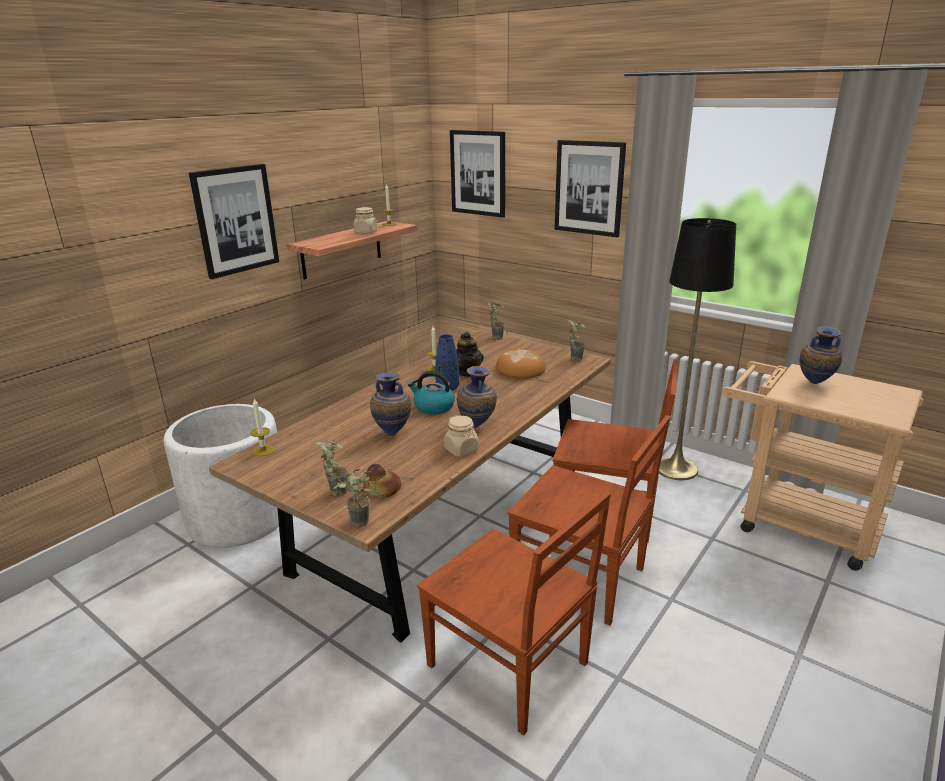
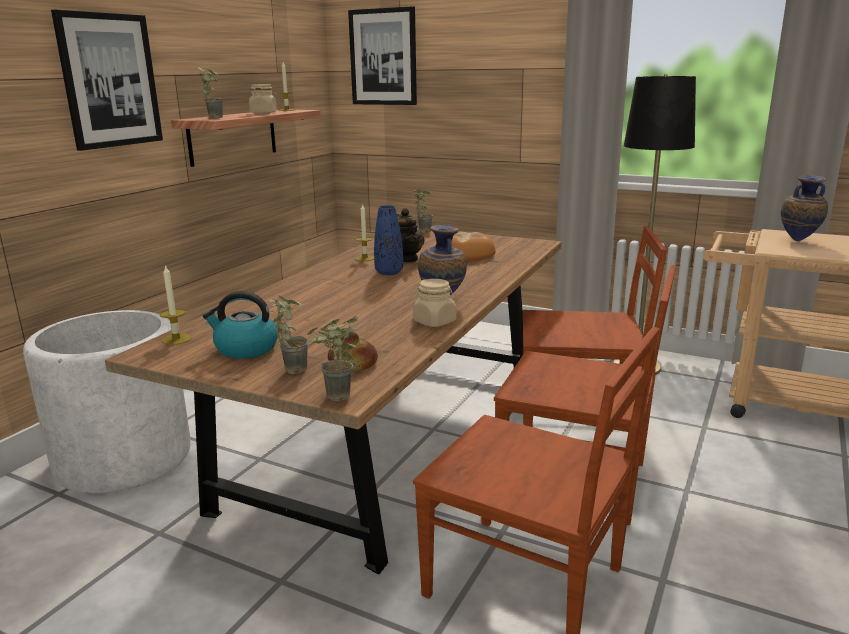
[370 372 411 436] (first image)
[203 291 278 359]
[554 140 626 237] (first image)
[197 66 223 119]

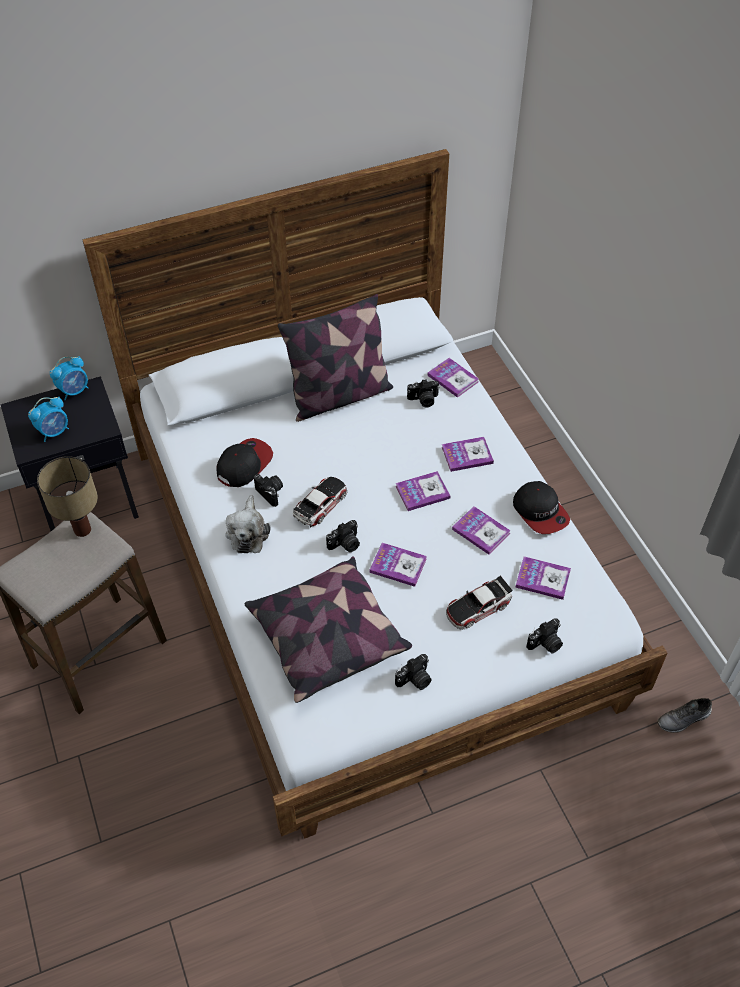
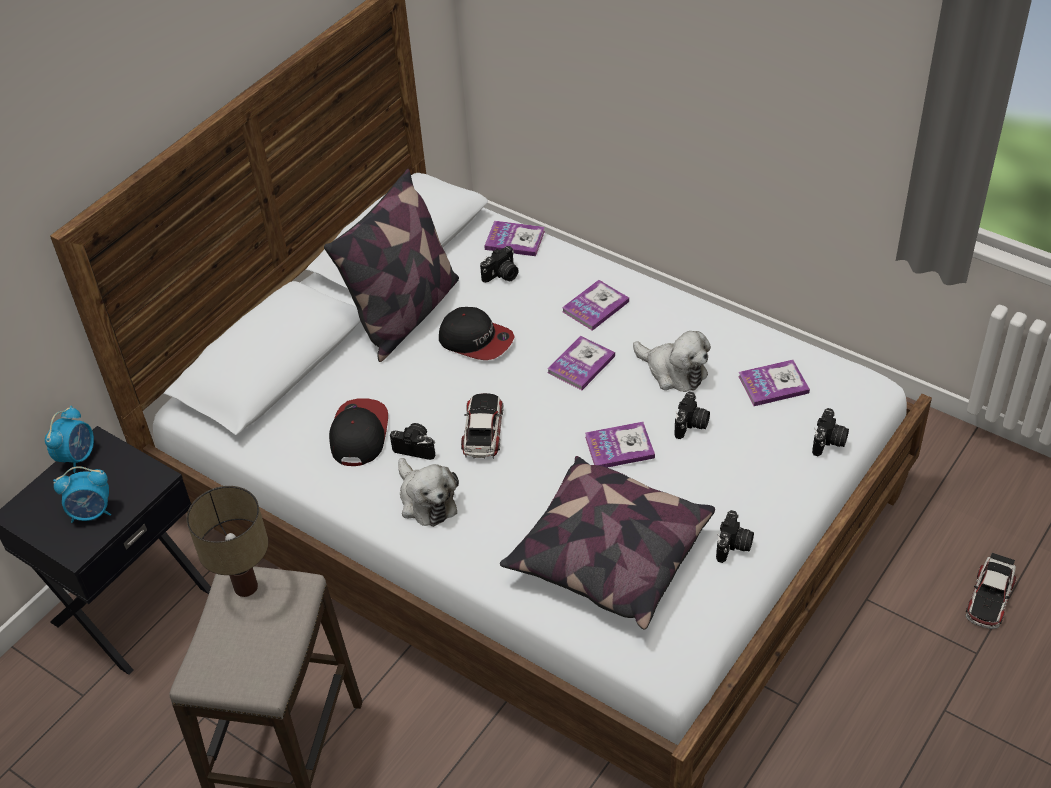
[53 466 111 523]
[674 391 710 439]
[965 553 1016 629]
[633 331 711 392]
[439 307 515 360]
[657 698 712 733] (first image)

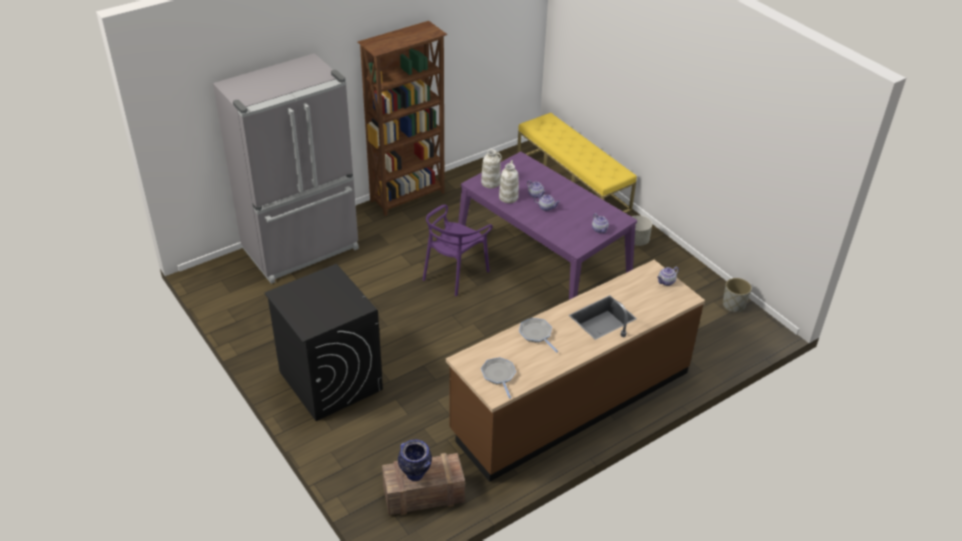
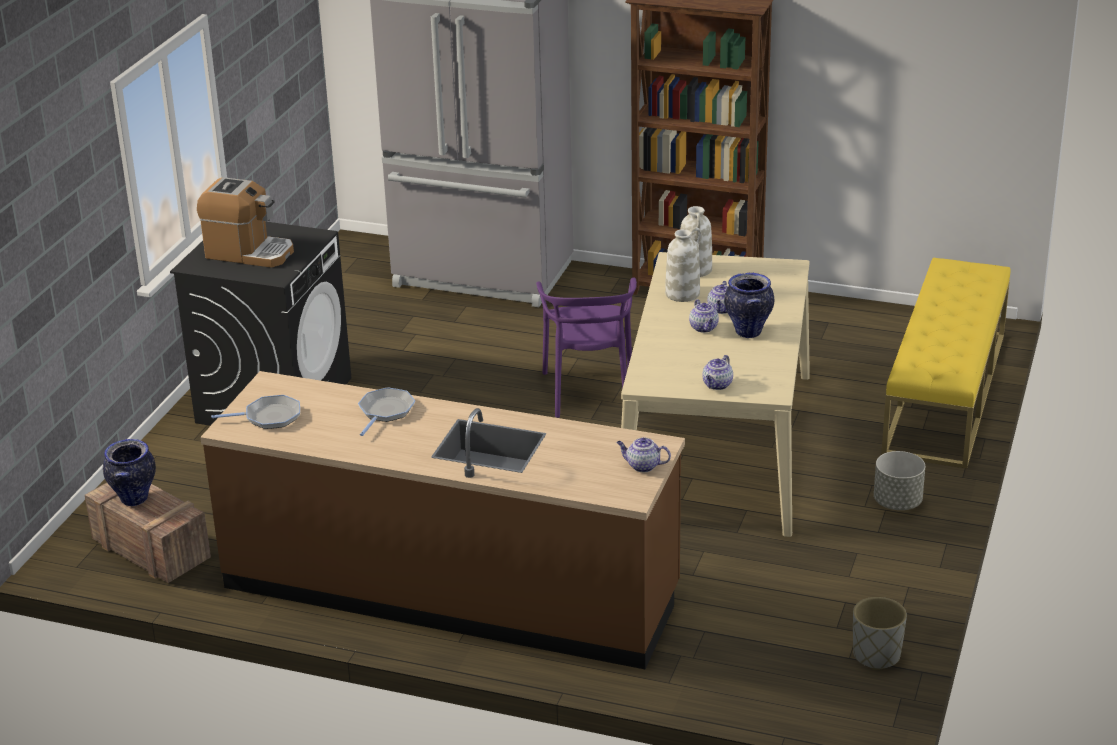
[536 278 637 418]
[621 252 810 537]
[211 395 300 429]
[197 177 294 268]
[724 273 774 338]

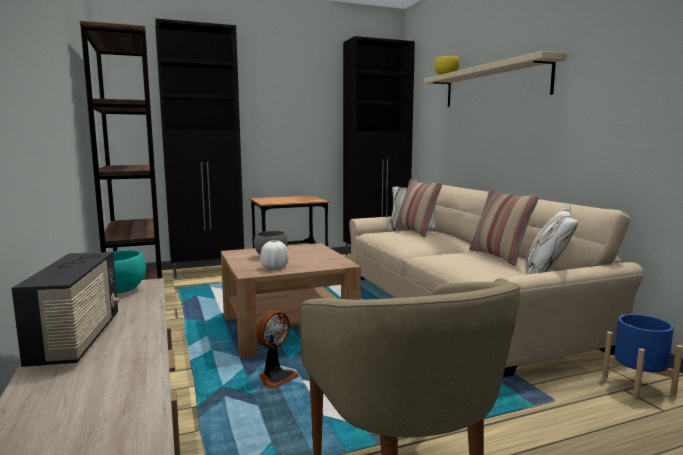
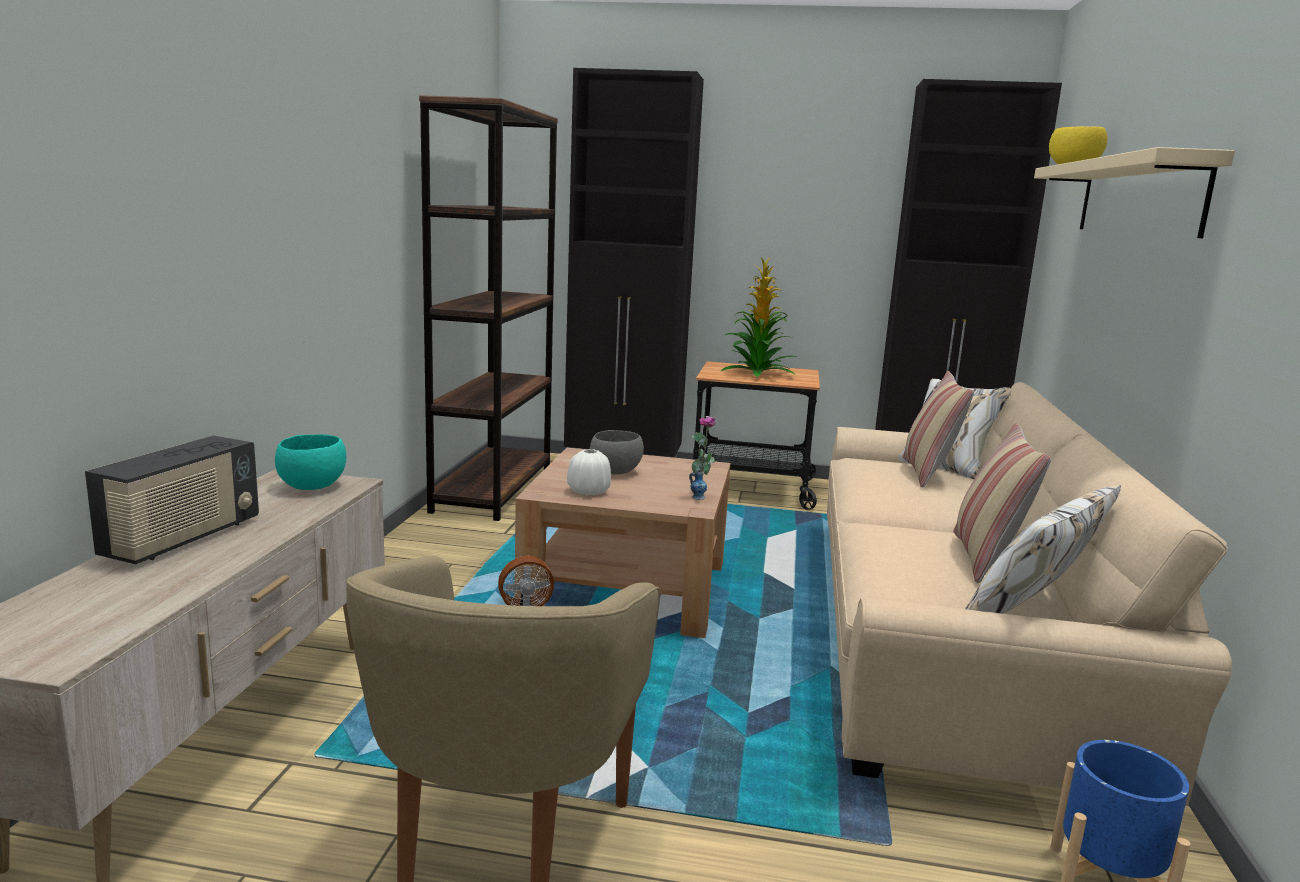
[689 416 716 500]
[721 258 797 377]

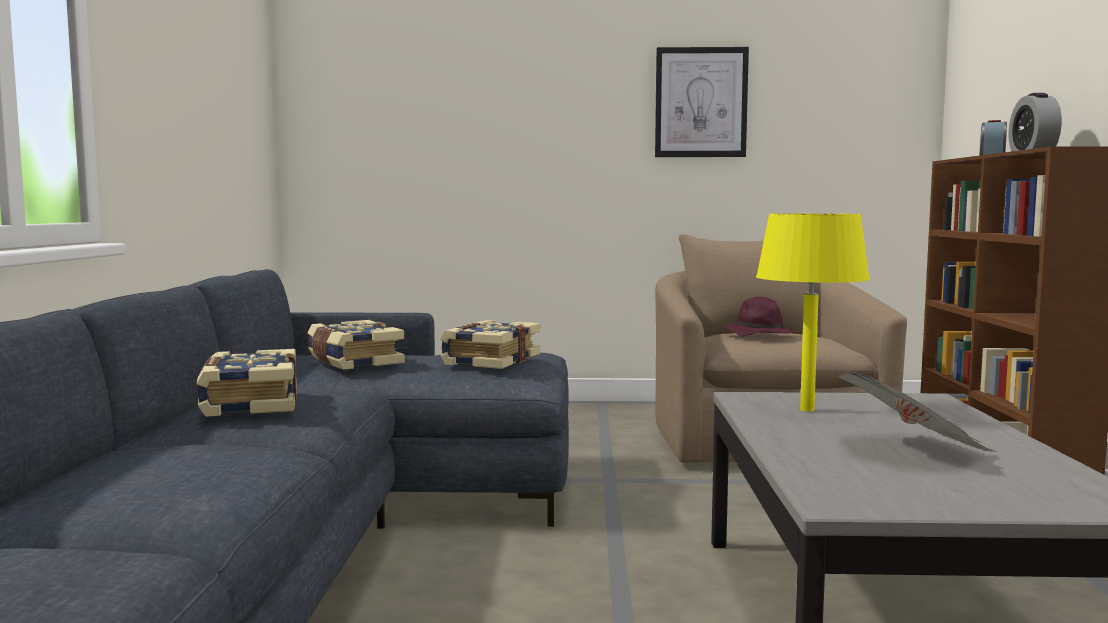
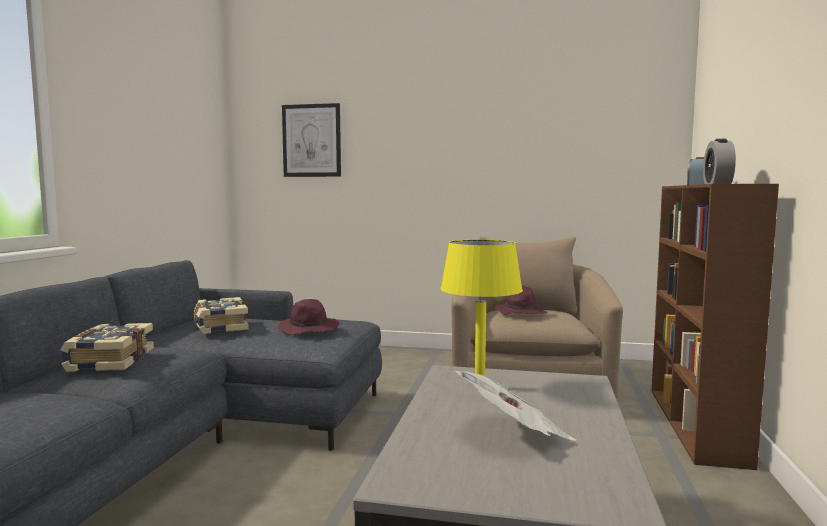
[278 299 339 335]
[282 103 341 177]

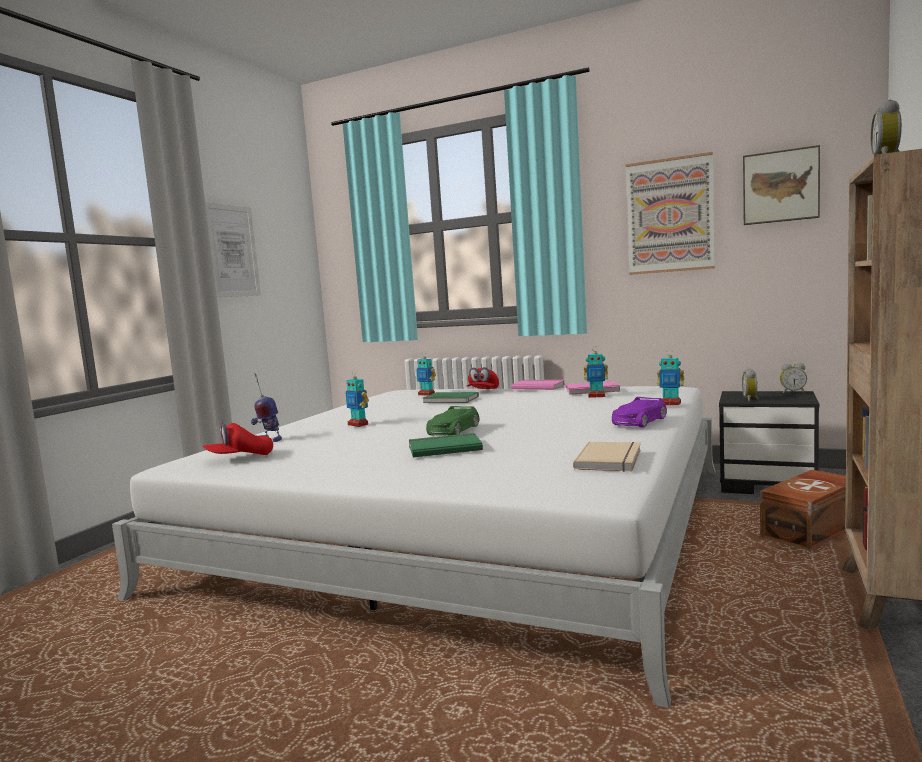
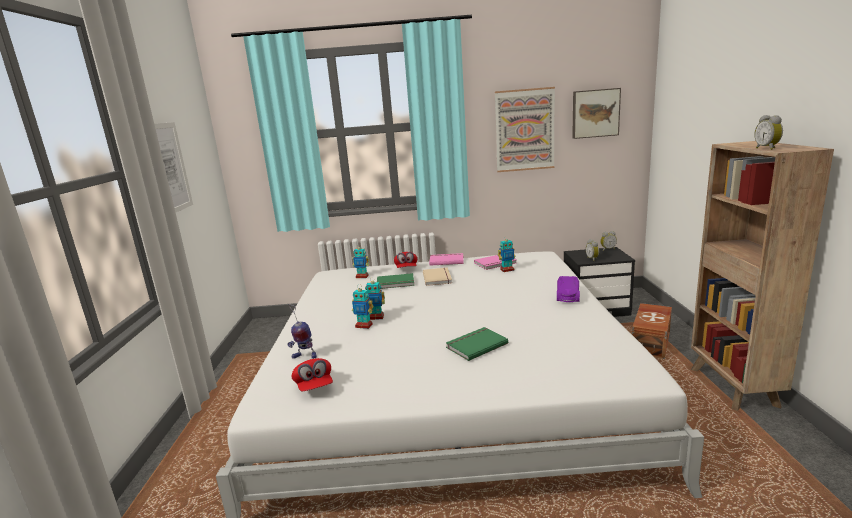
[291 358 333 391]
[426 406 479 436] (first image)
[423 267 452 286]
[365 277 385 320]

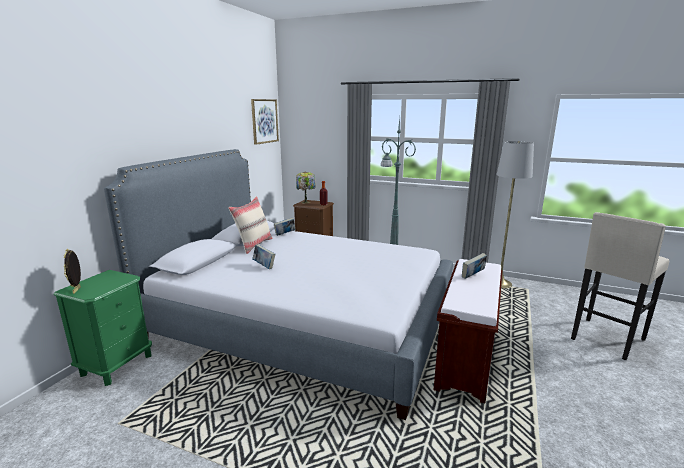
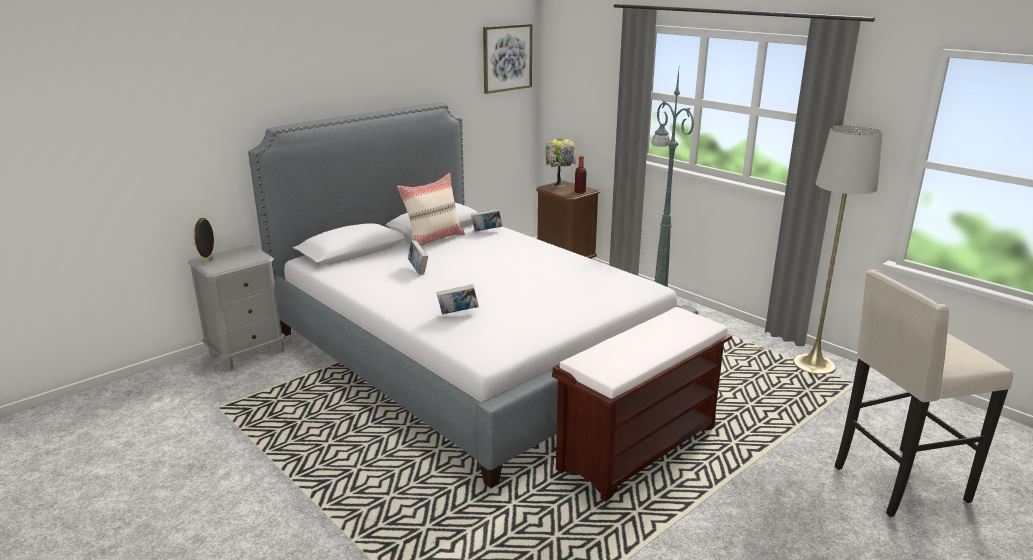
[188 245 285 371]
[437 284 479 315]

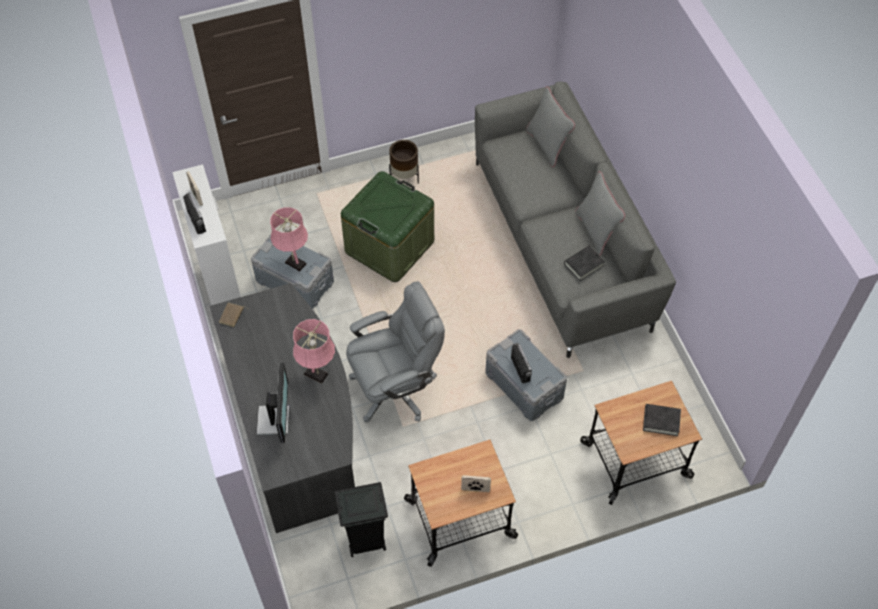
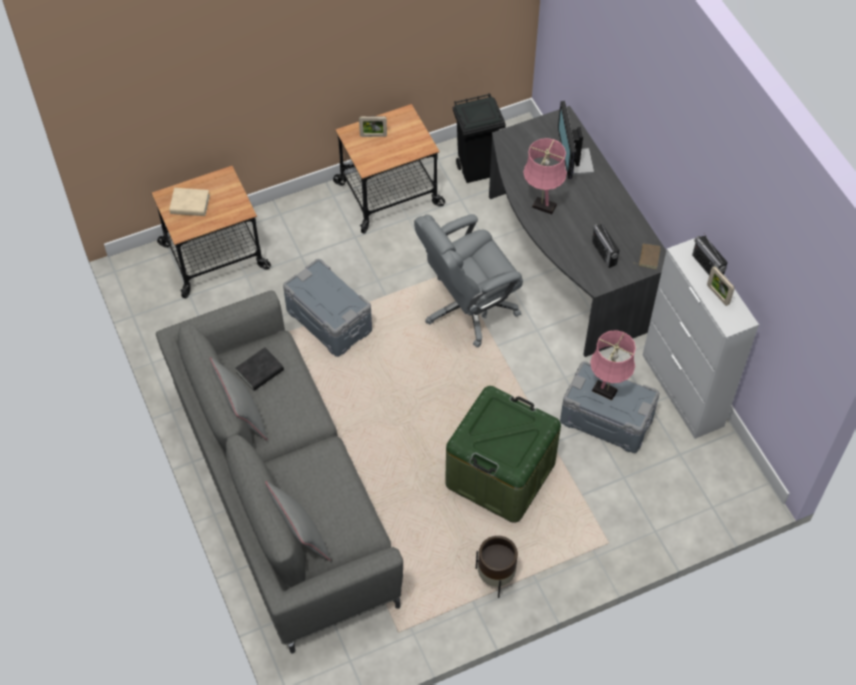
[592 221 619 268]
[169 188 210 216]

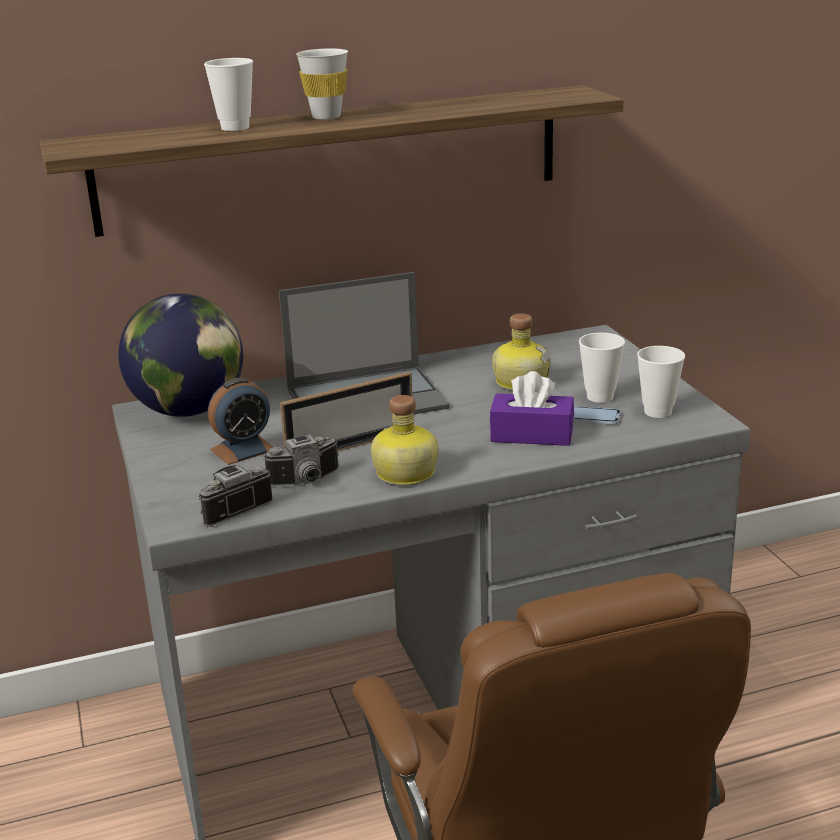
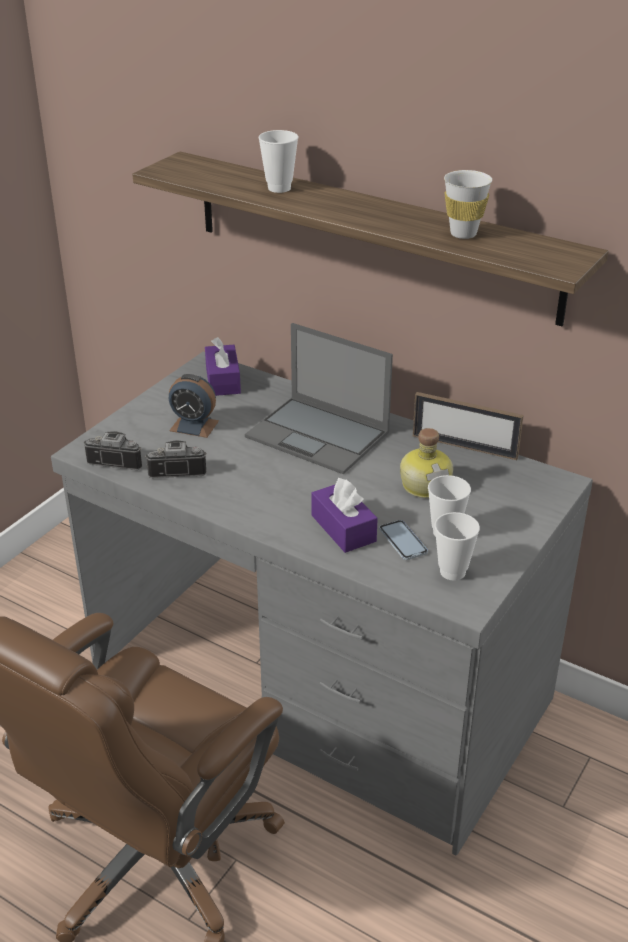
[205 337 241 396]
[145 441 207 479]
[413 392 524 460]
[444 170 492 239]
[371 395 438 486] (first image)

